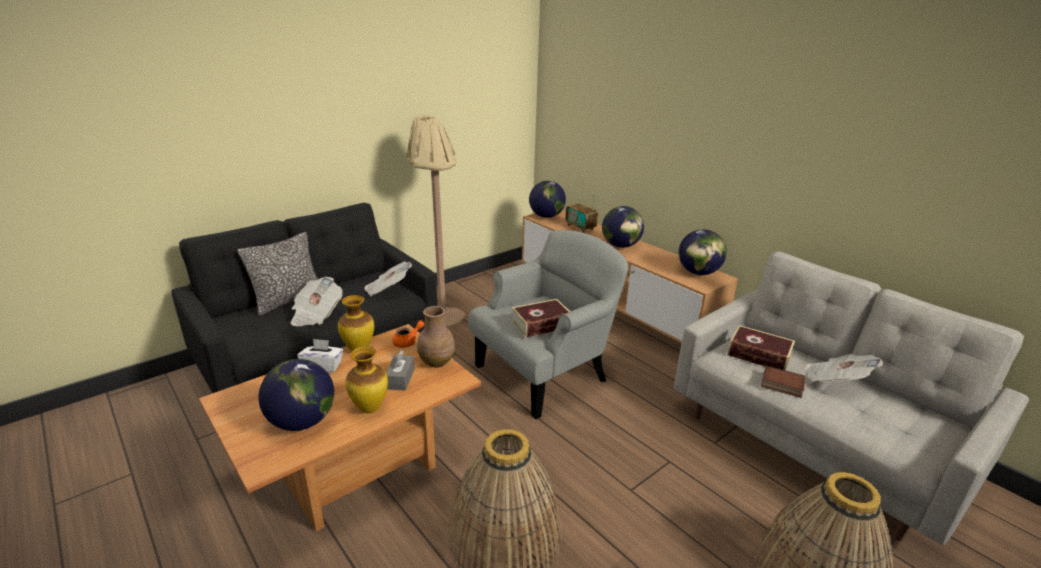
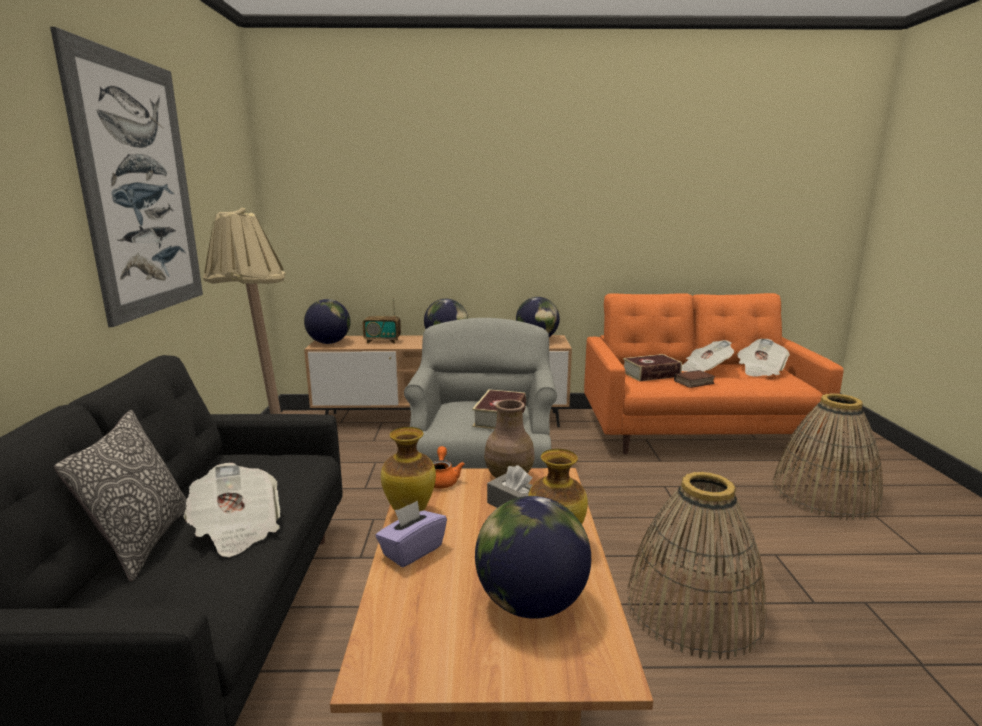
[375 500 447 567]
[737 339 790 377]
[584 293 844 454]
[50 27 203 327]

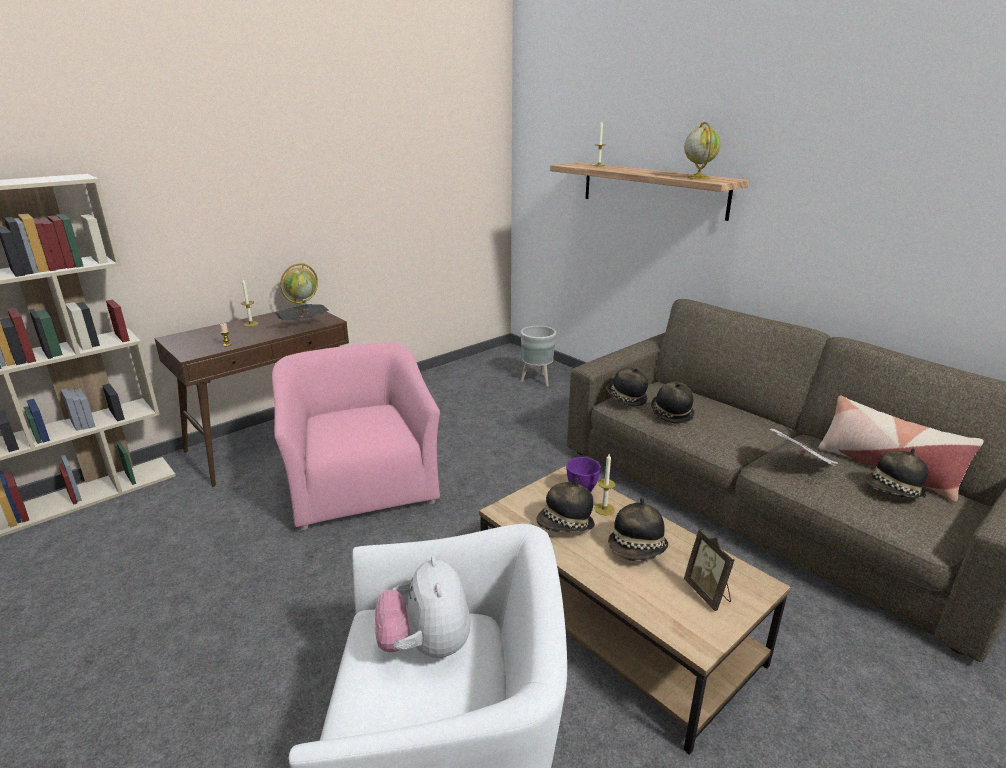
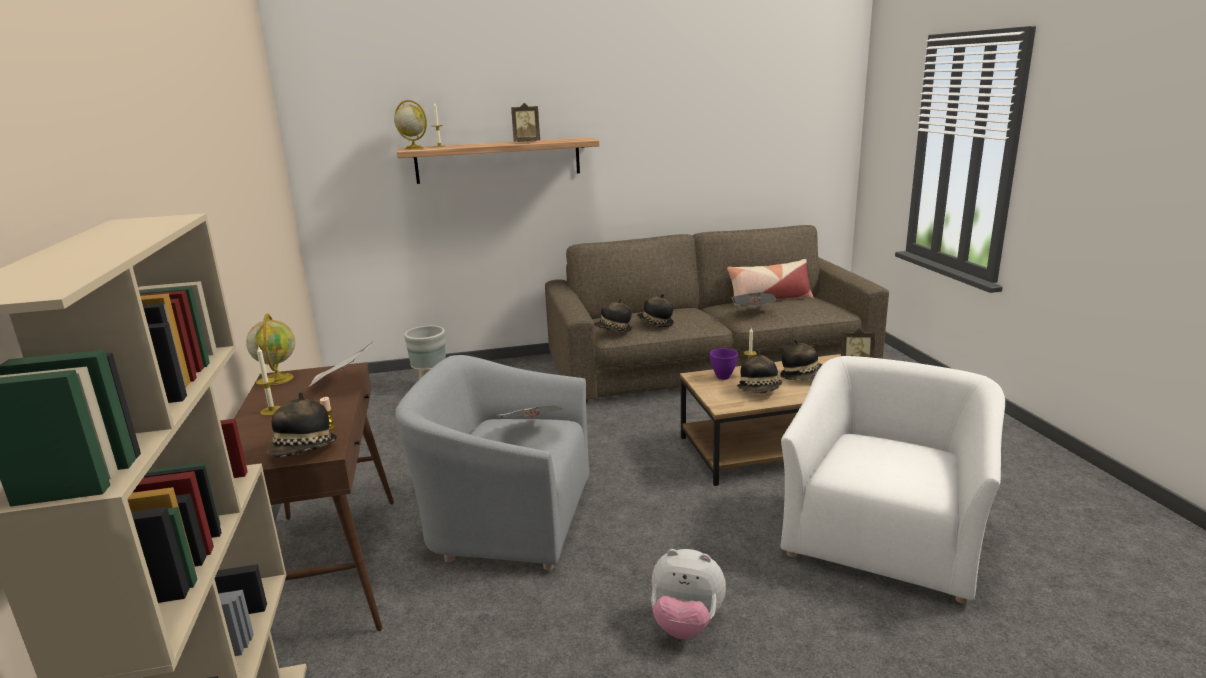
[395 355 589 570]
[651 549 726 639]
[394 100 427 150]
[267 392 337 457]
[498 406 562 419]
[511 103 540 142]

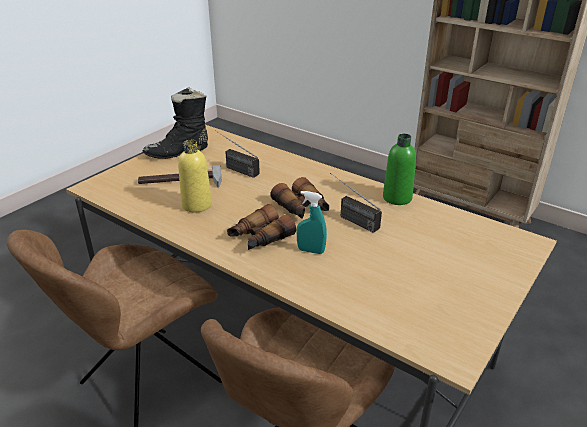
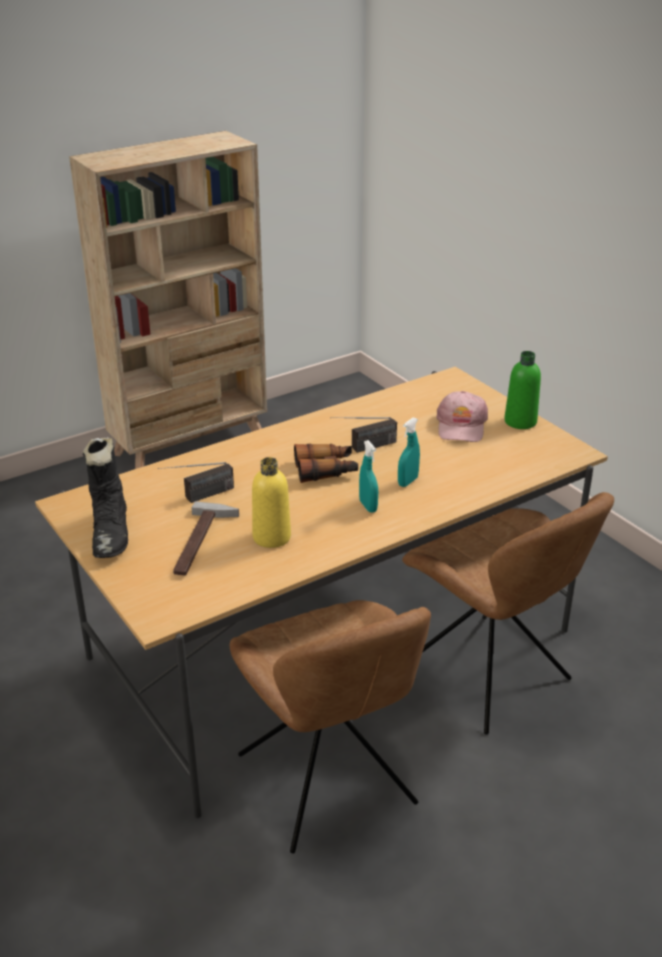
[359 440 378 513]
[504 351 541 429]
[436 391 488 442]

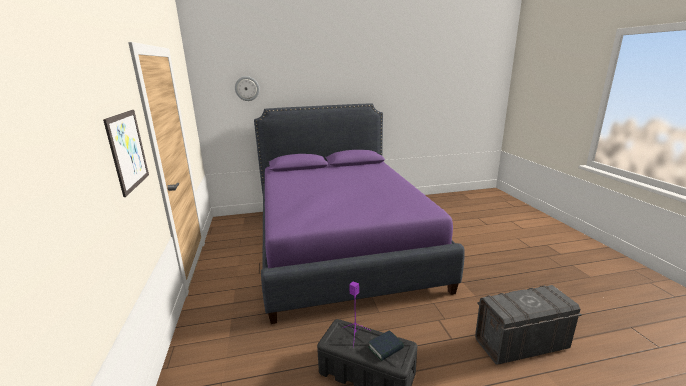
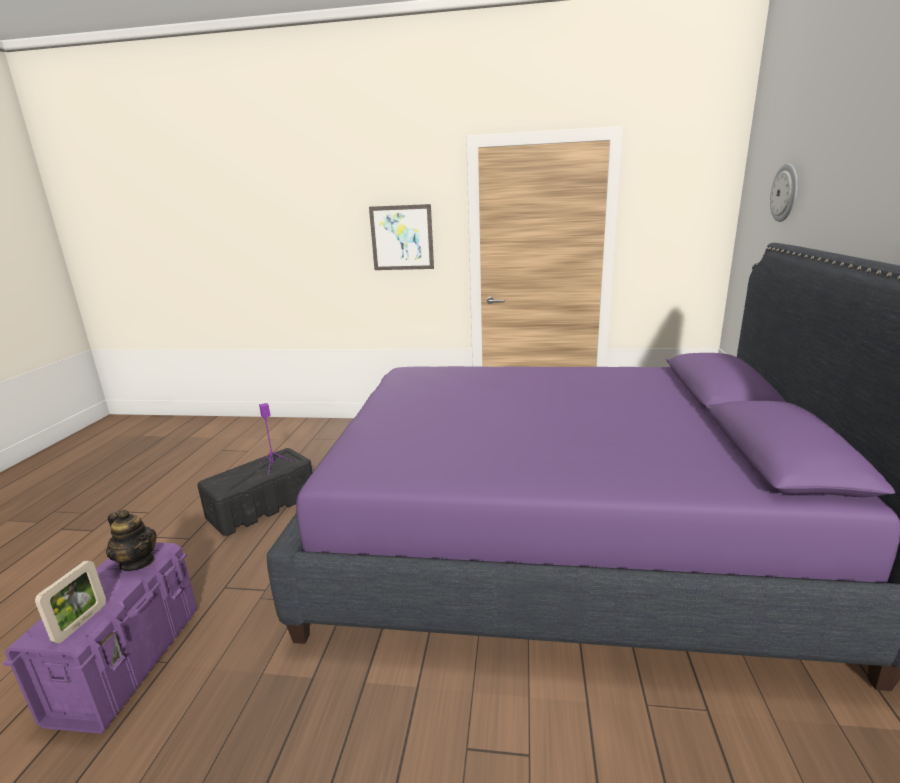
[368 330 404 361] (first image)
[3 542 197 734]
[35 560 106 643]
[106 510 157 571]

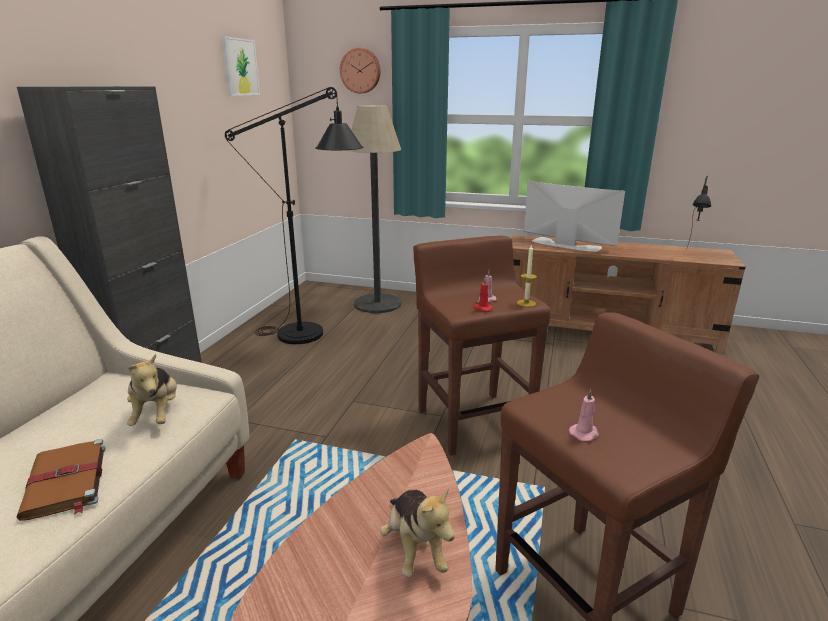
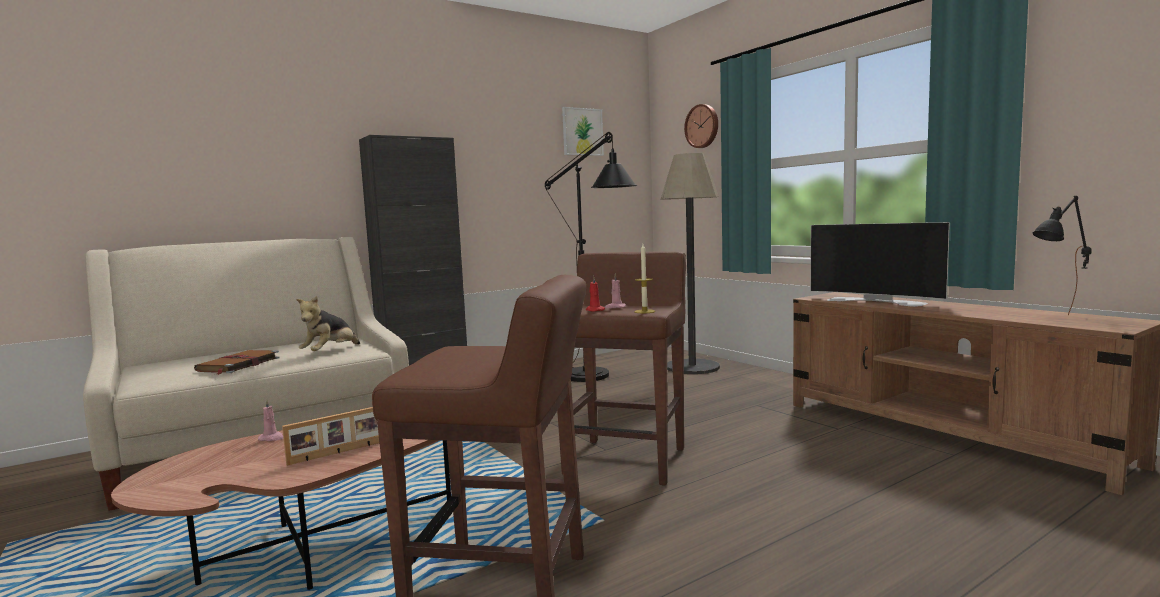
[282 407 379 466]
[810 222 950 307]
[258 399 283 441]

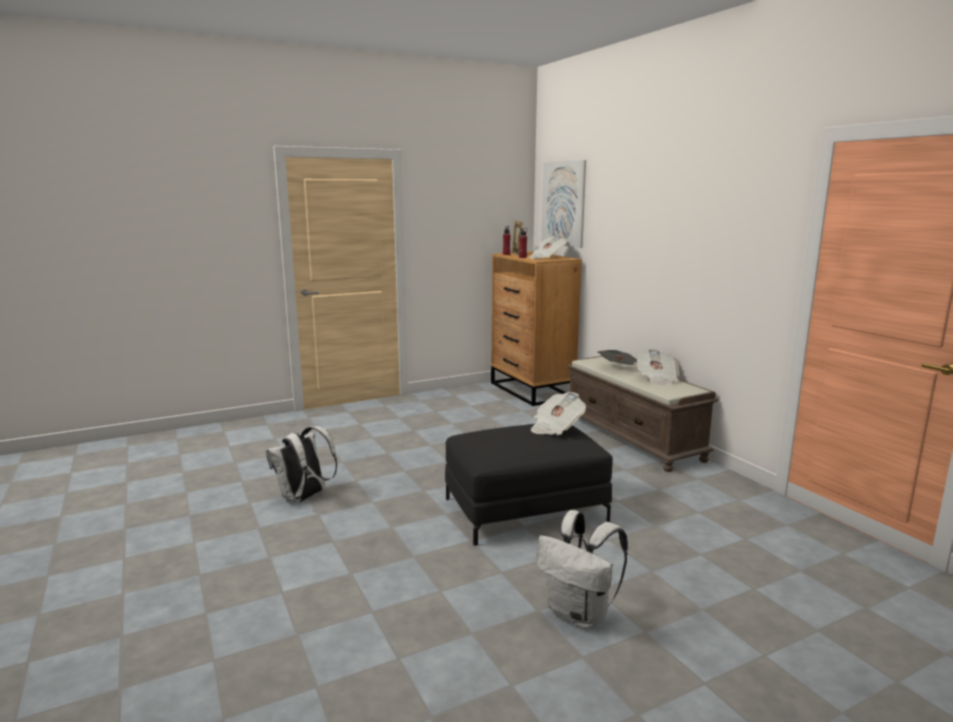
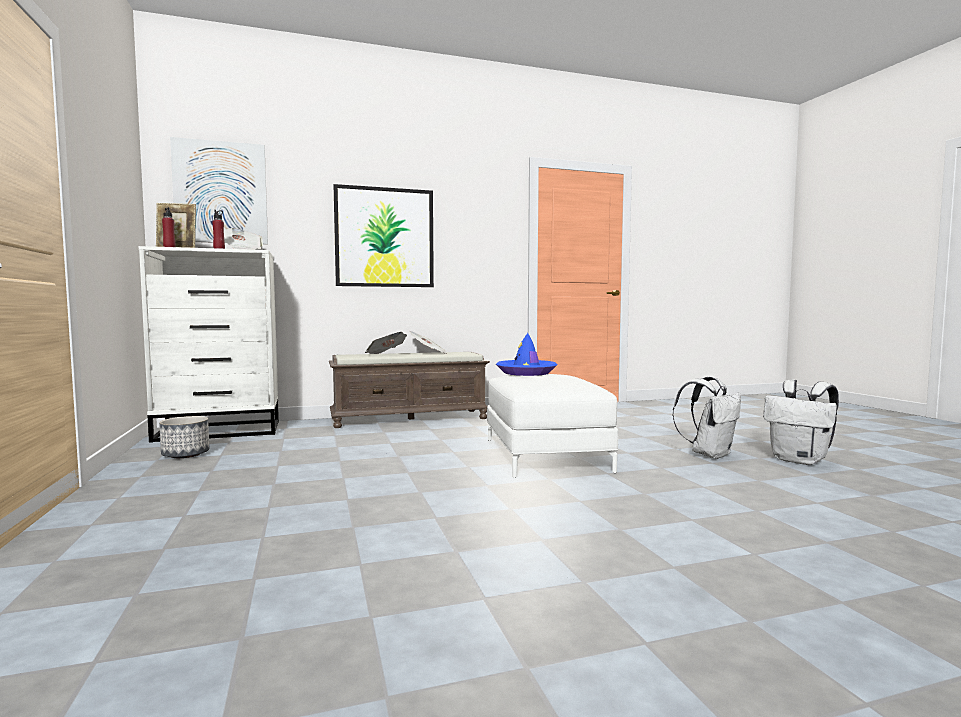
[763 379 839 465]
[487 374 618 478]
[139 246 279 443]
[496 333 558 376]
[159 416 209 458]
[334 184 434 287]

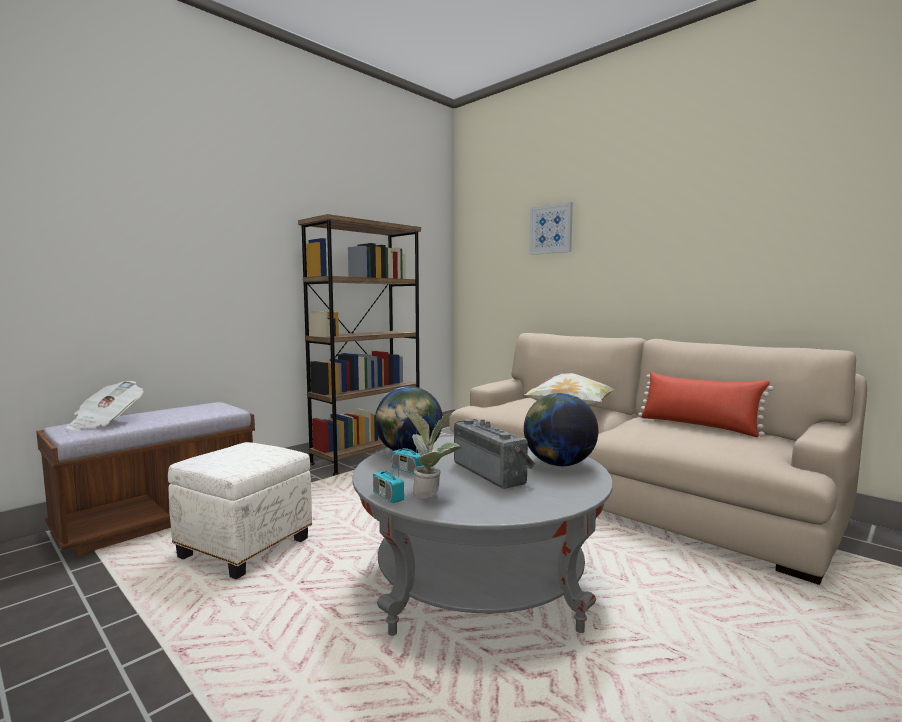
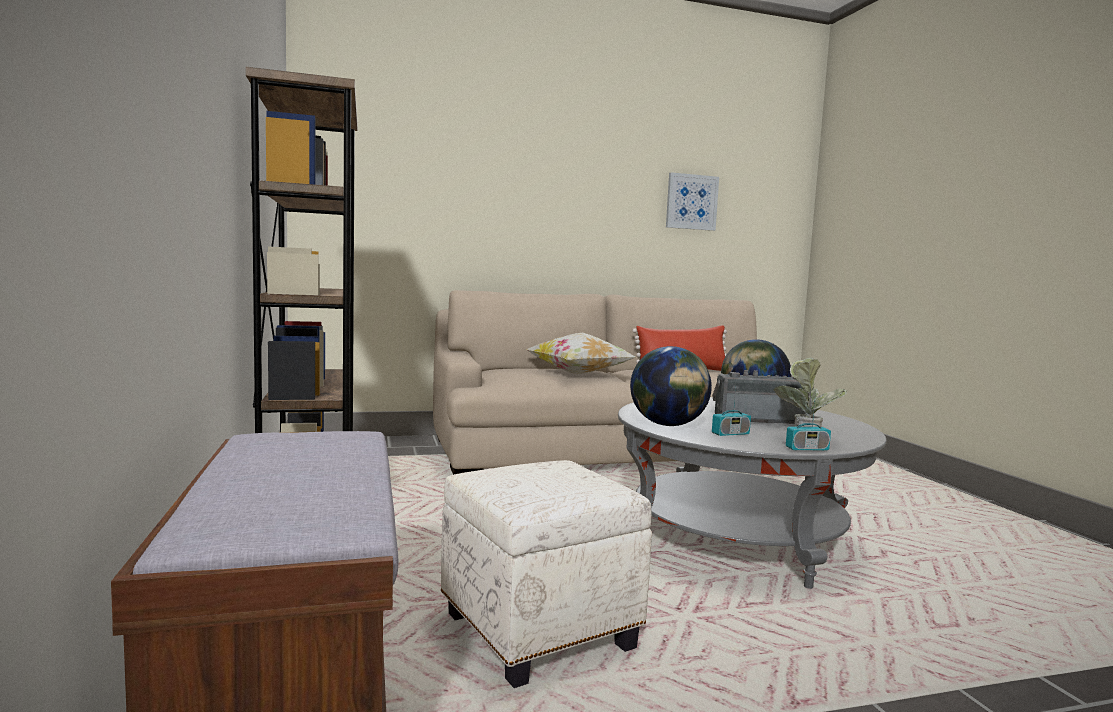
[66 381 143 430] (first image)
[666 172 719 231]

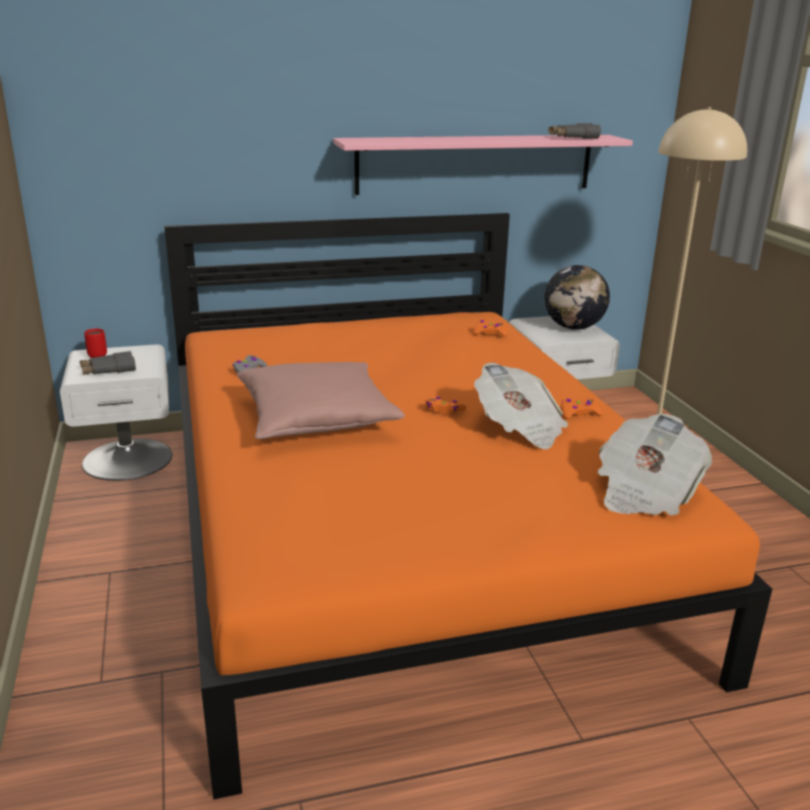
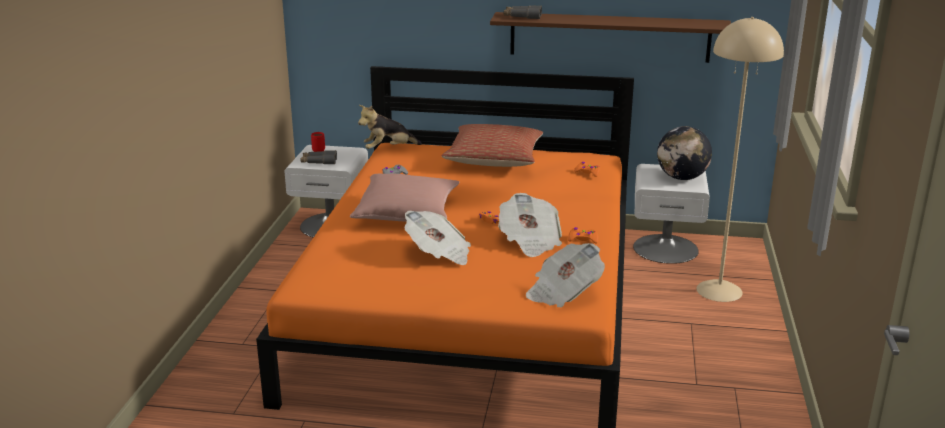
[490 12 731 63]
[504 5 542 19]
[358 105 422 149]
[404 210 471 265]
[441 124 543 167]

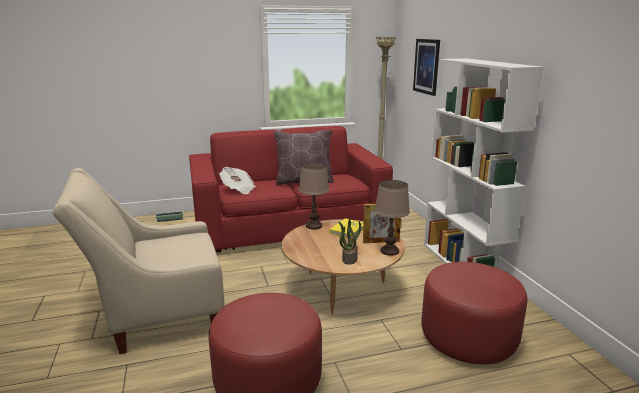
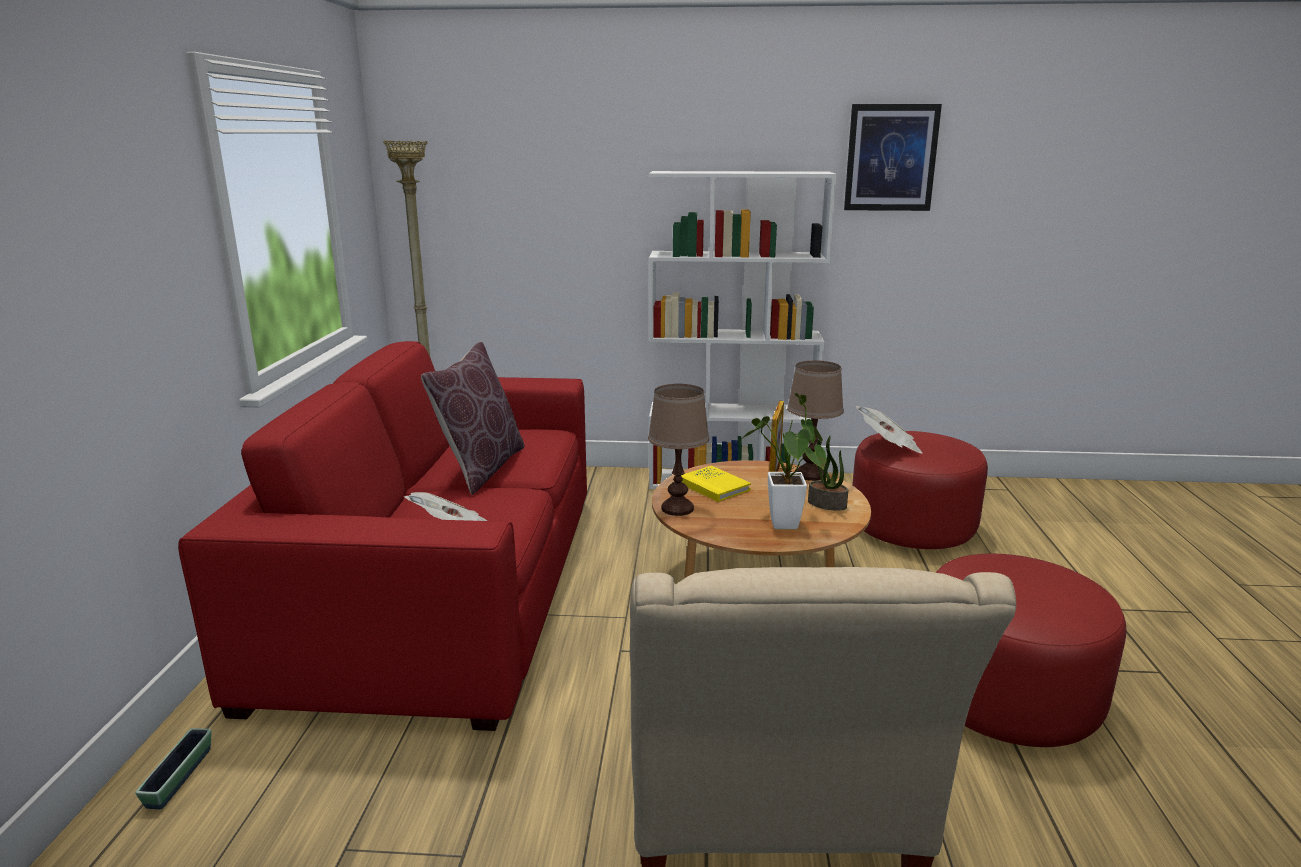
[844 104 942 211]
[740 393 827 529]
[856 406 923 454]

